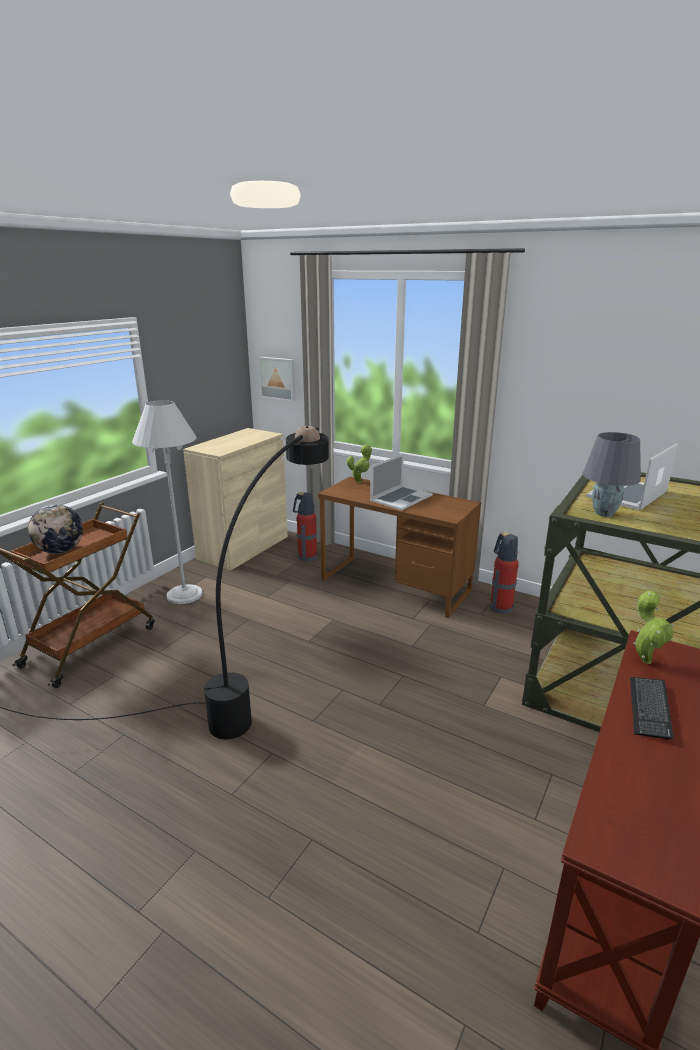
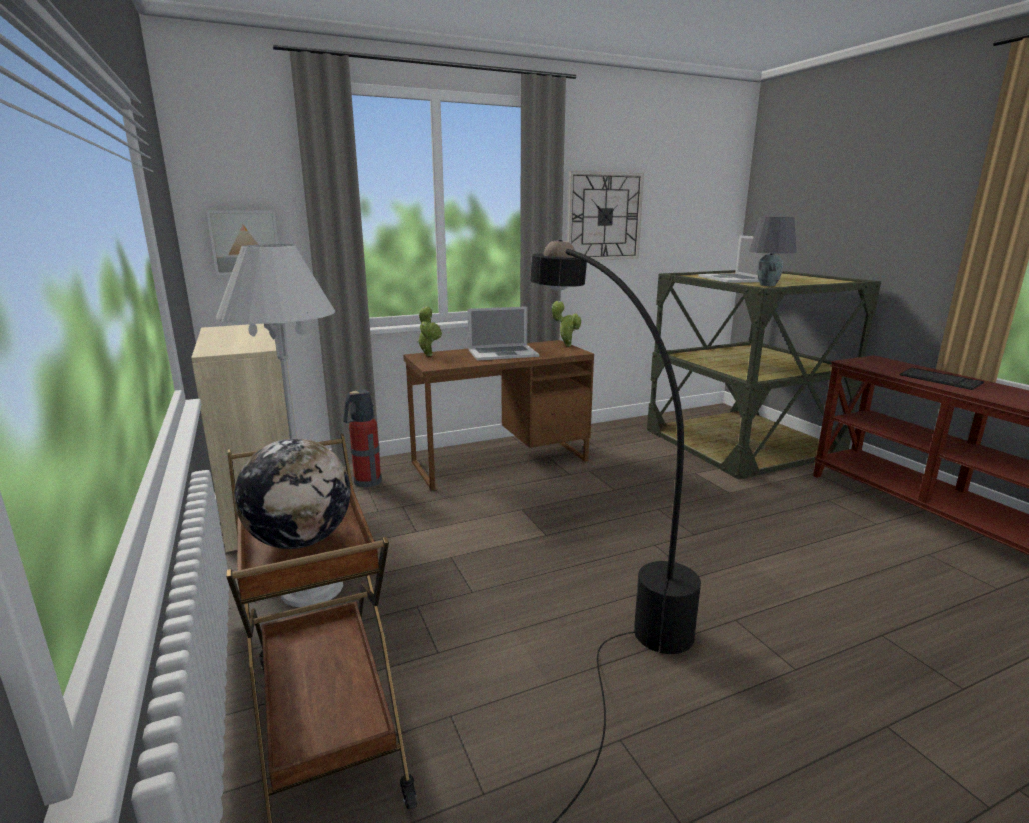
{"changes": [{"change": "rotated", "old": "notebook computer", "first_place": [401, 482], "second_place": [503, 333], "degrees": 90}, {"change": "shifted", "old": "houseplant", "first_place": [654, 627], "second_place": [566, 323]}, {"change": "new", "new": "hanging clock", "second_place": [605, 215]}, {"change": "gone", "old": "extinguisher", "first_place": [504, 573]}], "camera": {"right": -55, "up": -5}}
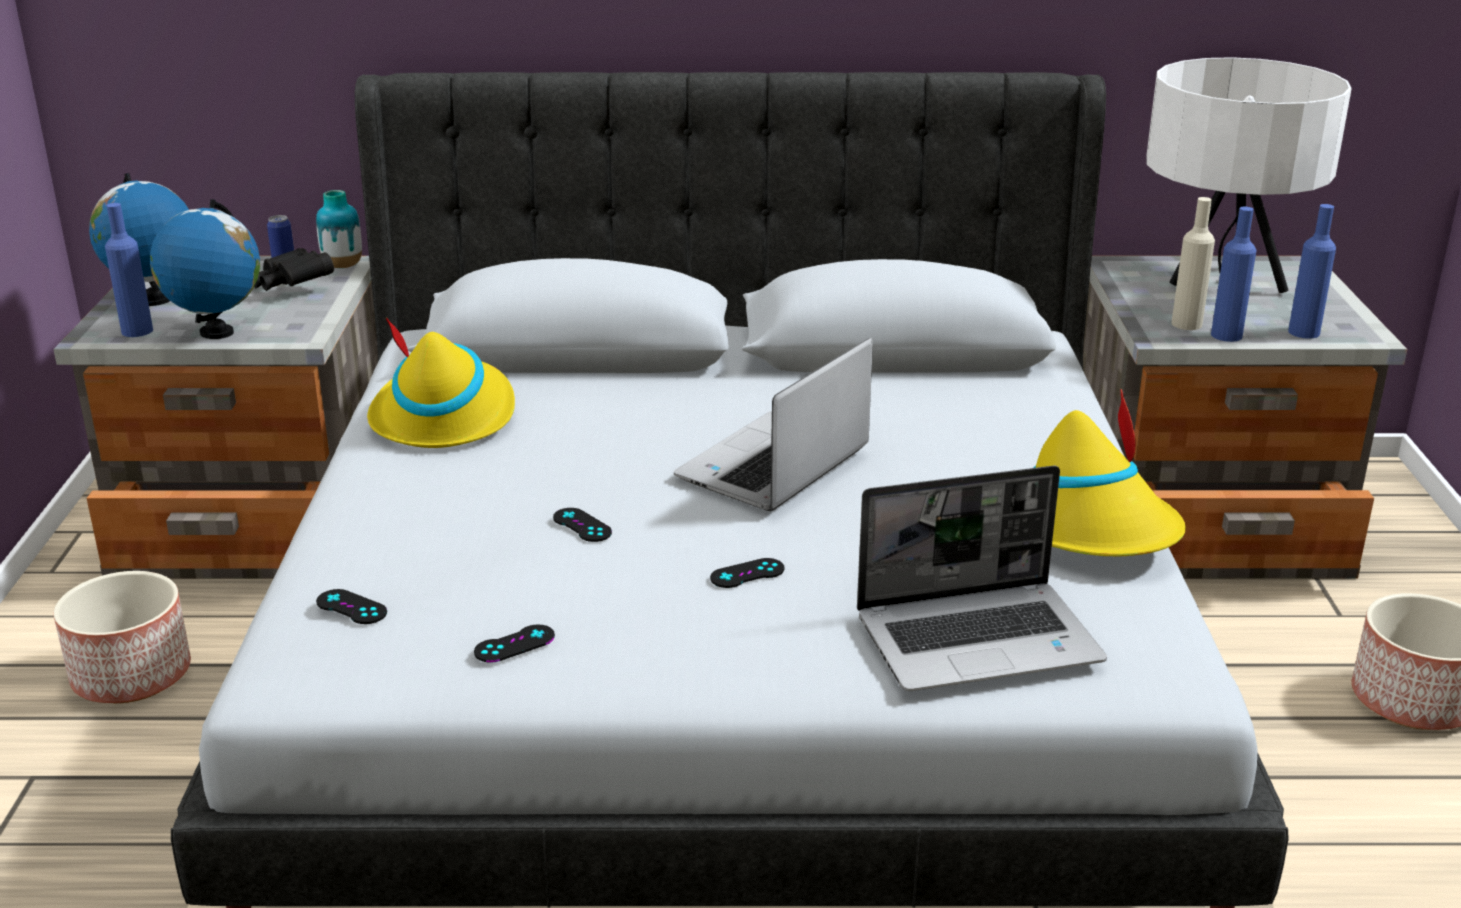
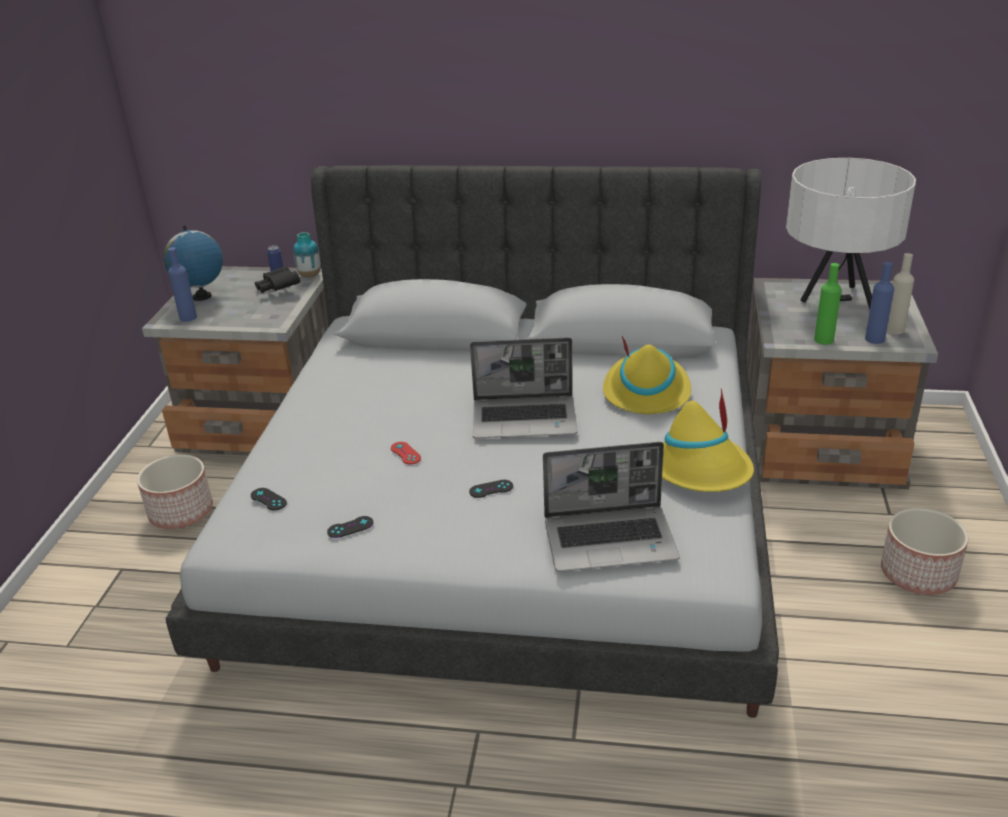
{"changes": [{"change": "repainted", "old": "black-coloured game controller", "new": "red-coloured game controller", "first_place": [582, 525], "second_place": [406, 453]}, {"change": "rotated", "old": "notebook computer", "first_place": [773, 424], "second_place": [523, 387], "degrees": -135}, {"change": "shifted", "old": "yellow-coloured hat", "first_place": [441, 383], "second_place": [647, 375]}, {"change": "repainted", "old": "blue-coloured beverage bottle", "new": "green beverage bottle", "first_place": [1234, 274], "second_place": [827, 304]}, {"change": "shifted", "old": "sand-coloured beverage bottle", "first_place": [1193, 263], "second_place": [900, 293]}, {"change": "gone", "old": "desk globe", "first_place": [205, 269]}], "camera": {"right": 10, "up": 5}}
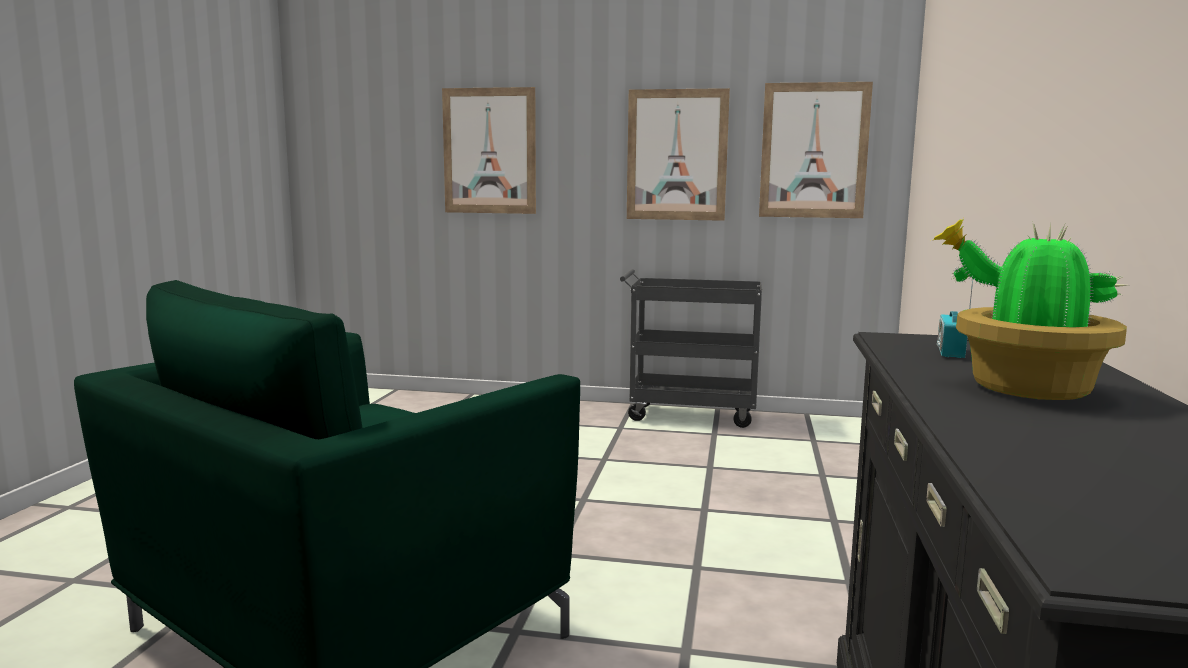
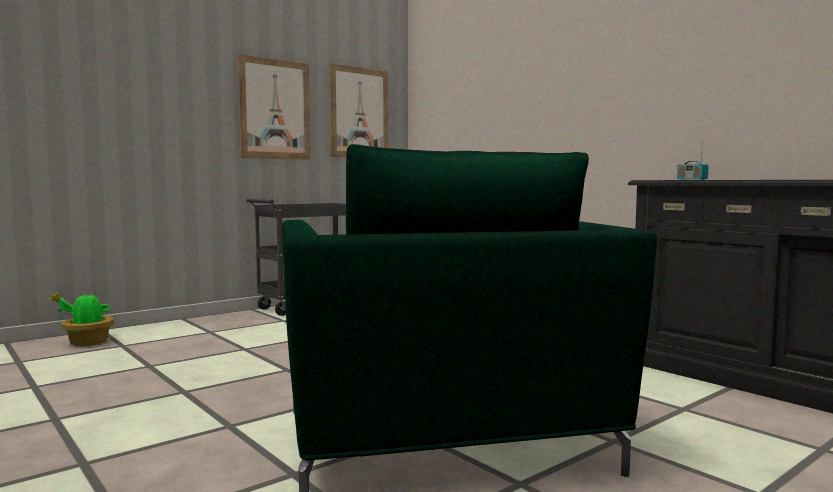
{"changes": [{"change": "shifted", "old": "houseplant", "first_place": [1028, 309], "second_place": [81, 318]}, {"change": "gone", "old": "wall picture", "first_place": [489, 150]}], "camera": {"right": -50, "up": -5}}
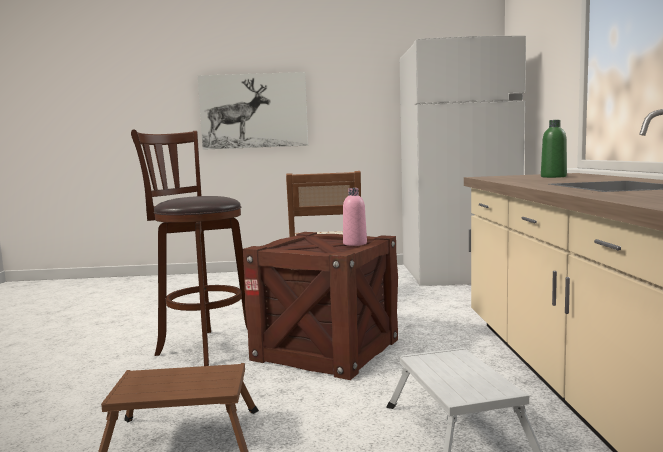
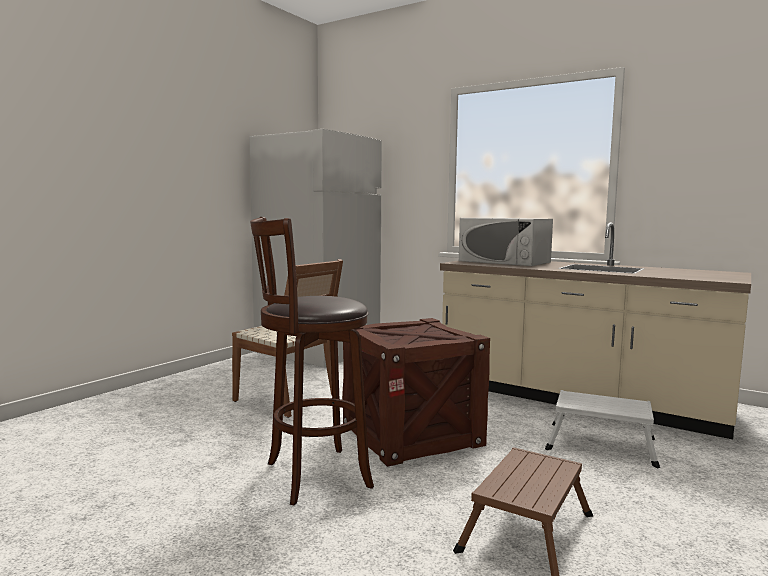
{"changes": [{"change": "swapped", "old": "green beverage bottle", "new": "white-coloured microwave", "first_place": [554, 149], "second_place": [506, 242]}, {"change": "gone", "old": "wall picture", "first_place": [253, 111]}, {"change": "gone", "old": "pinkish beverage bottle", "first_place": [355, 217]}], "camera": {"right": -55, "up": 0}}
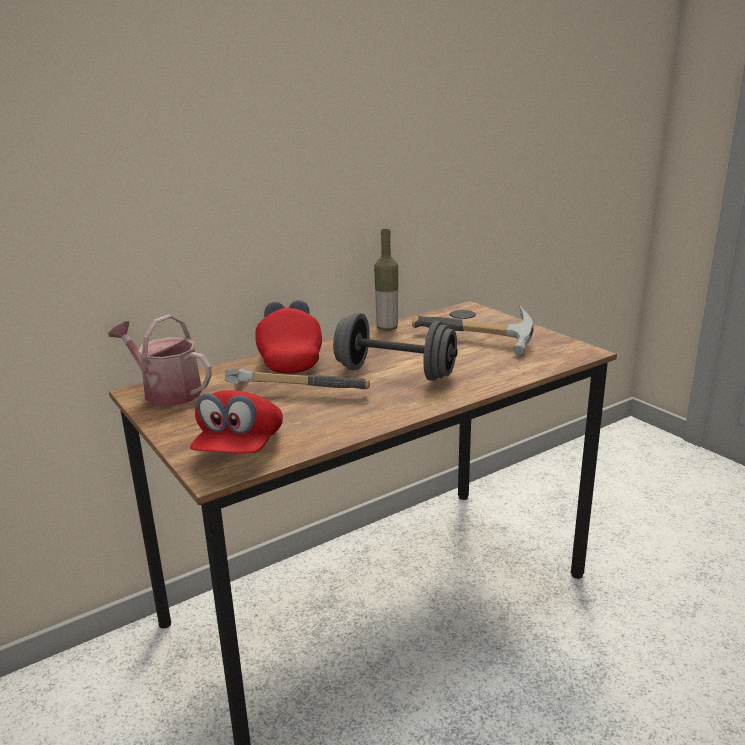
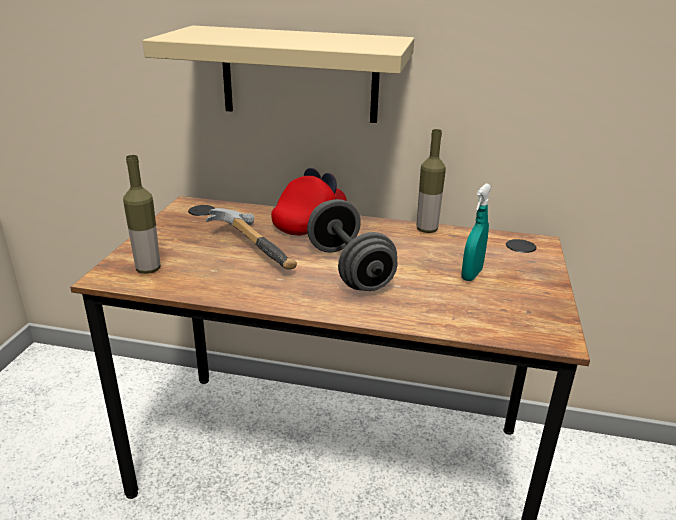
{"changes": [{"change": "swapped", "old": "red-coloured cap", "new": "beverage bottle", "first_place": [236, 421], "second_place": [142, 214]}, {"change": "new", "new": "sand-coloured shelf", "second_place": [278, 74]}, {"change": "swapped", "old": "hammer", "new": "turquoise-coloured spray bottle", "first_place": [473, 330], "second_place": [476, 232]}, {"change": "gone", "old": "watering can", "first_place": [160, 360]}], "camera": {"right": 45, "up": 5}}
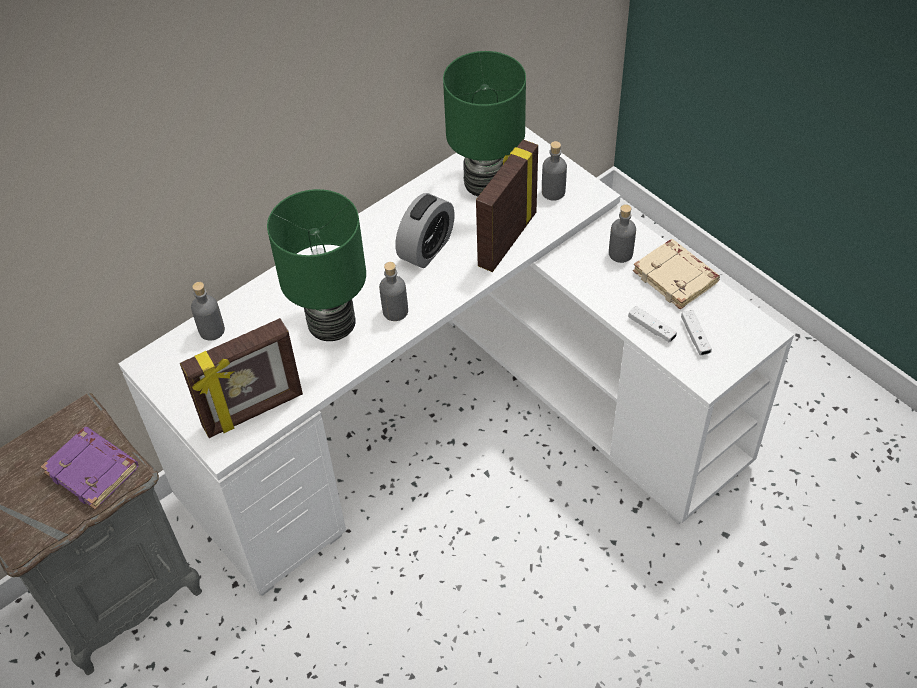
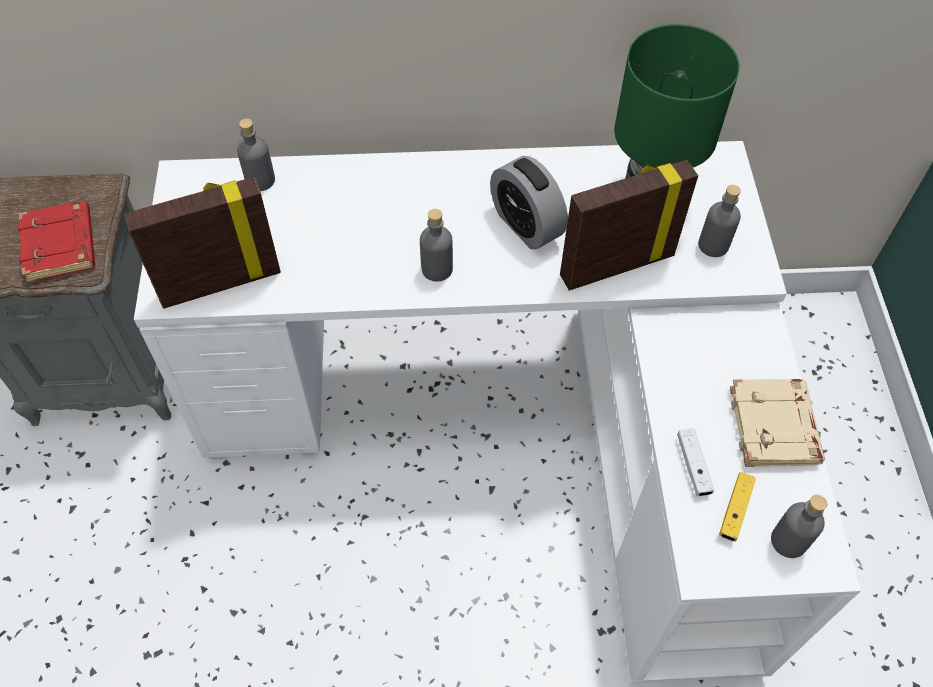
{"changes": [{"change": "repainted", "old": "purple book", "new": "red-coloured book", "first_place": [90, 468], "second_place": [56, 242]}, {"change": "rotated", "old": "photo frame", "first_place": [241, 378], "second_place": [202, 243], "degrees": 150}, {"change": "rotated", "old": "bedside clock", "first_place": [425, 230], "second_place": [529, 203], "degrees": 75}, {"change": "repainted", "old": "white-coloured game controller", "new": "yellow-coloured game controller", "first_place": [696, 332], "second_place": [737, 507]}, {"change": "shifted", "old": "gray beverage bottle", "first_place": [622, 233], "second_place": [799, 526]}, {"change": "gone", "old": "green lamp for a table", "first_place": [316, 265]}], "camera": {"right": 35, "up": 5}}
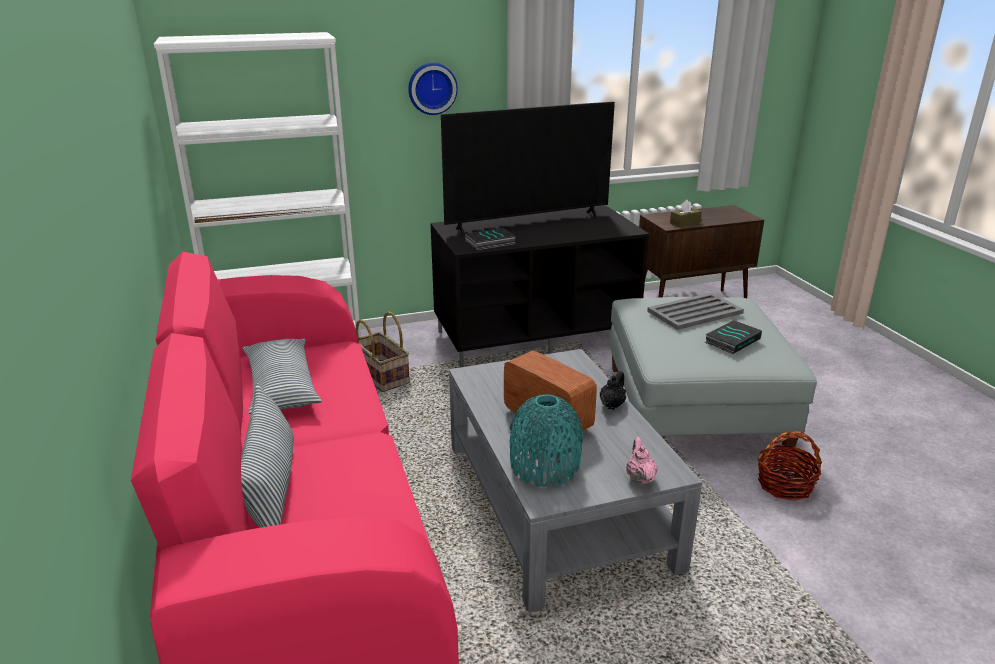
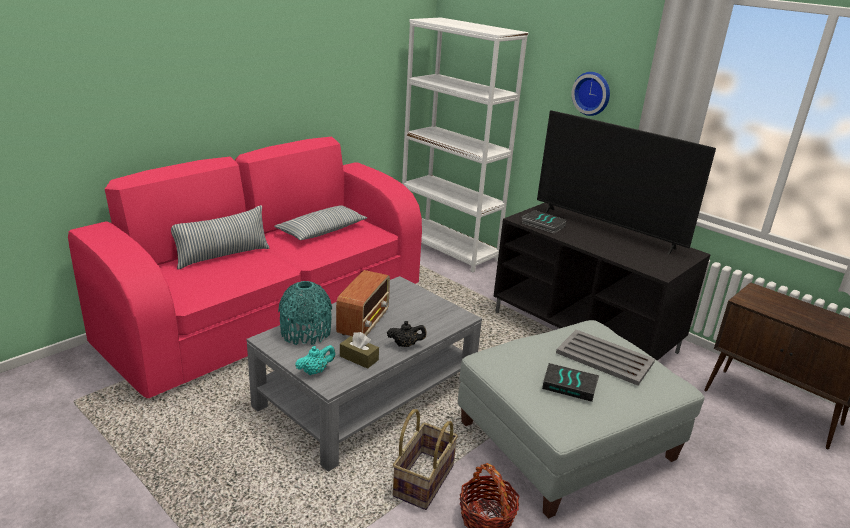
{"changes": [{"change": "repainted", "old": "pinkish tea pot", "new": "turquoise-coloured tea pot", "first_place": [642, 461], "second_place": [315, 360]}, {"change": "shifted", "old": "brownish box of tissues", "first_place": [686, 213], "second_place": [359, 350]}, {"change": "shifted", "old": "household basket", "first_place": [382, 351], "second_place": [425, 459]}], "camera": {"right": 60, "up": 0}}
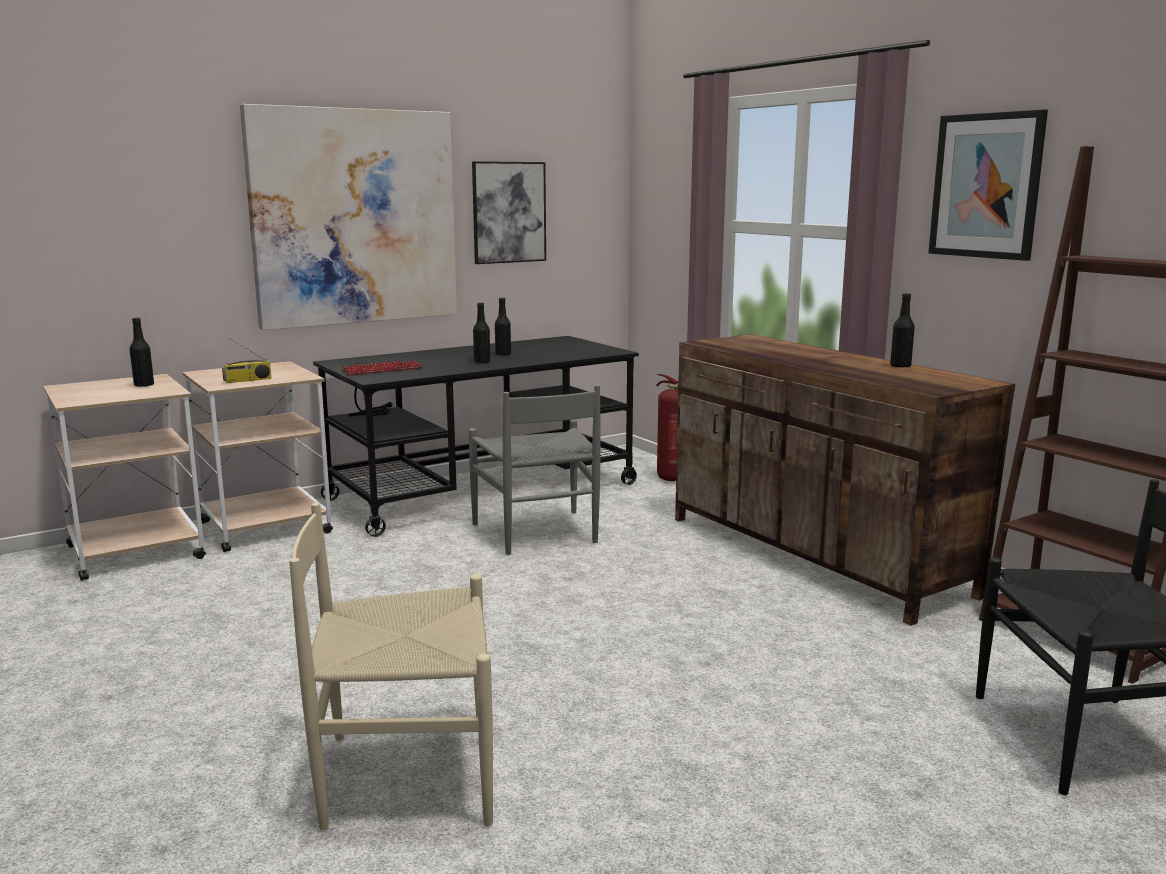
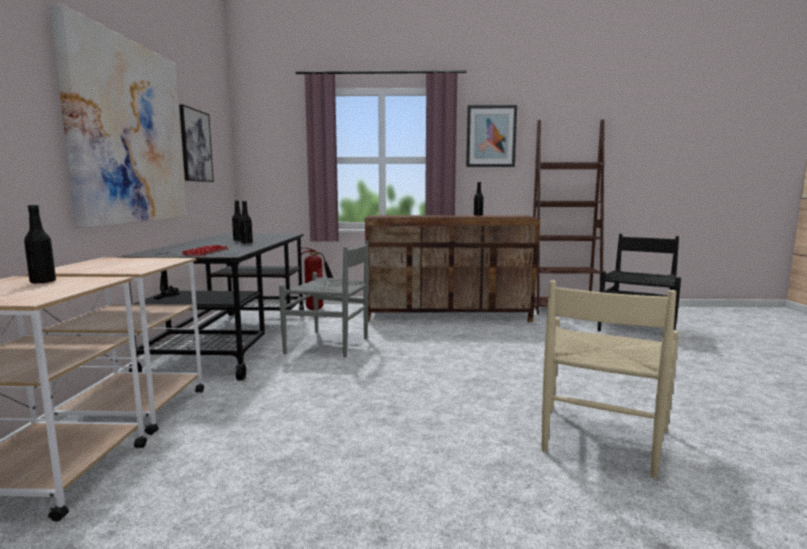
{"changes": [{"change": "gone", "old": "radio", "first_place": [246, 360]}], "camera": {"right": -55, "up": -5}}
